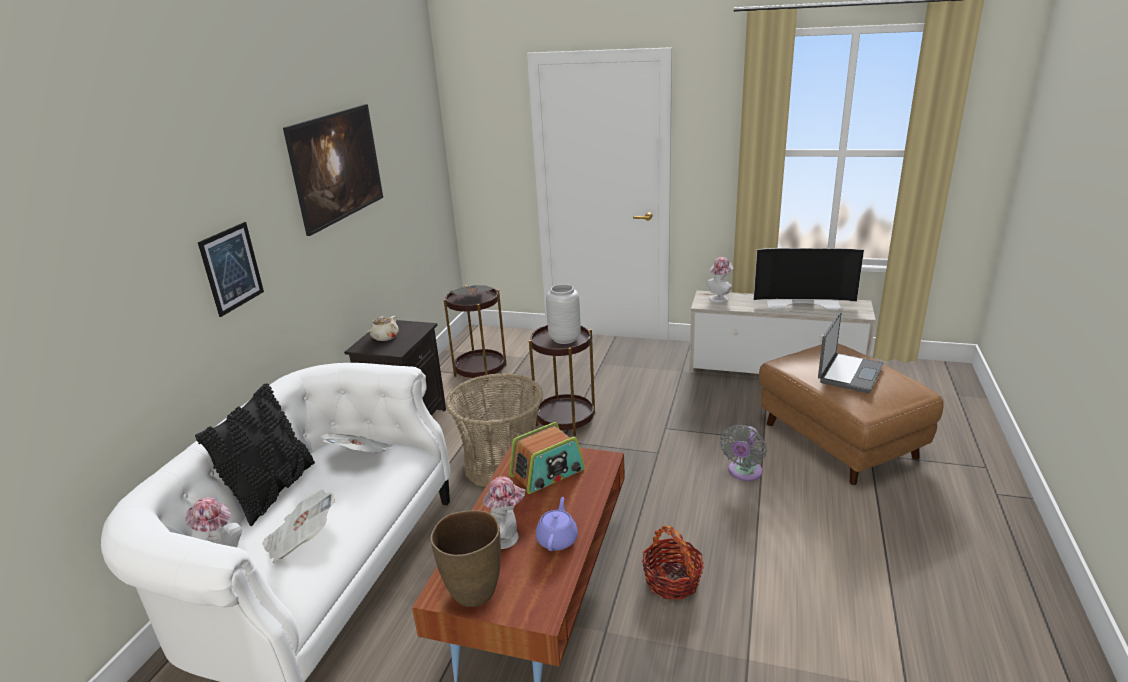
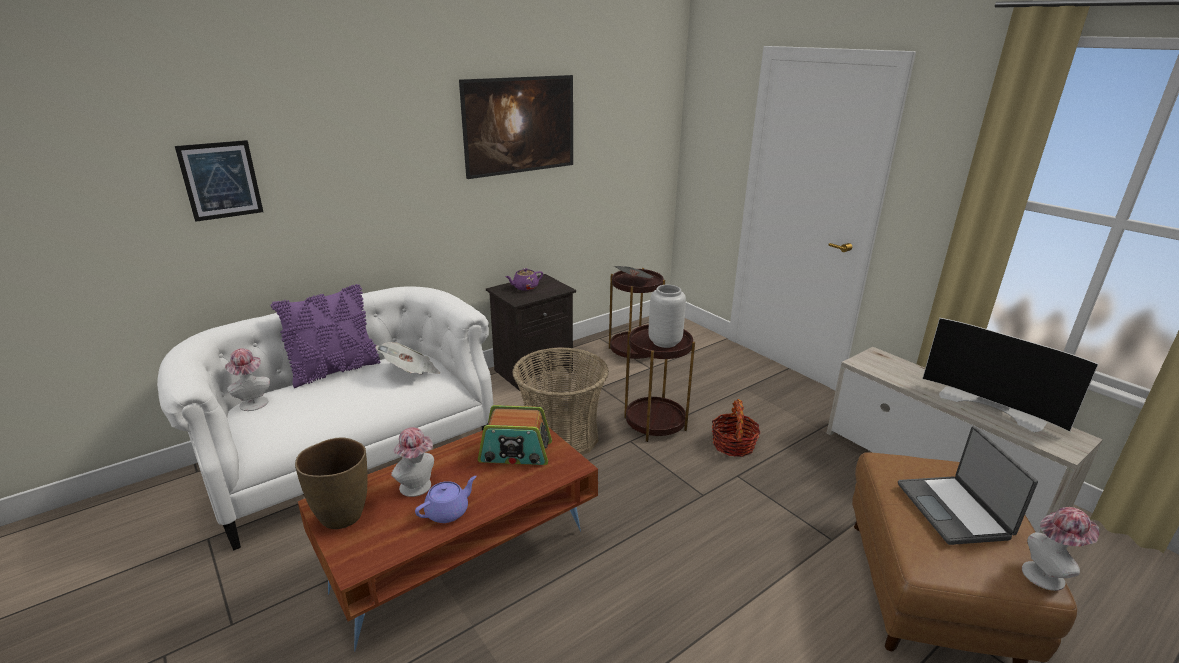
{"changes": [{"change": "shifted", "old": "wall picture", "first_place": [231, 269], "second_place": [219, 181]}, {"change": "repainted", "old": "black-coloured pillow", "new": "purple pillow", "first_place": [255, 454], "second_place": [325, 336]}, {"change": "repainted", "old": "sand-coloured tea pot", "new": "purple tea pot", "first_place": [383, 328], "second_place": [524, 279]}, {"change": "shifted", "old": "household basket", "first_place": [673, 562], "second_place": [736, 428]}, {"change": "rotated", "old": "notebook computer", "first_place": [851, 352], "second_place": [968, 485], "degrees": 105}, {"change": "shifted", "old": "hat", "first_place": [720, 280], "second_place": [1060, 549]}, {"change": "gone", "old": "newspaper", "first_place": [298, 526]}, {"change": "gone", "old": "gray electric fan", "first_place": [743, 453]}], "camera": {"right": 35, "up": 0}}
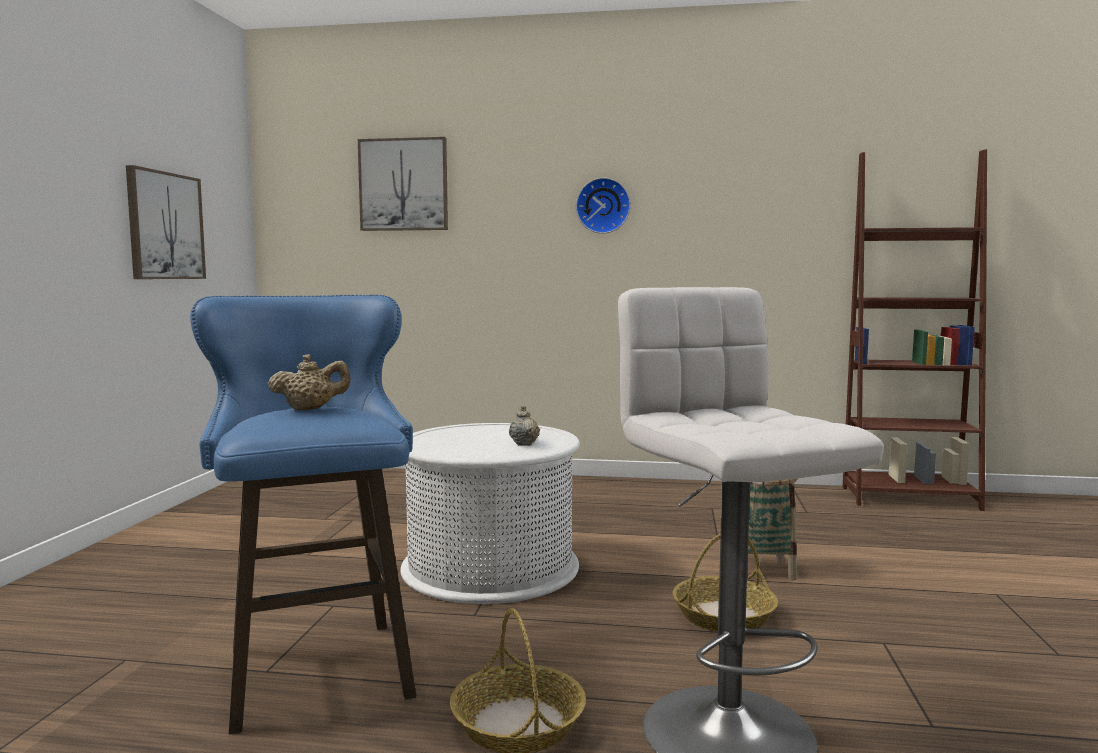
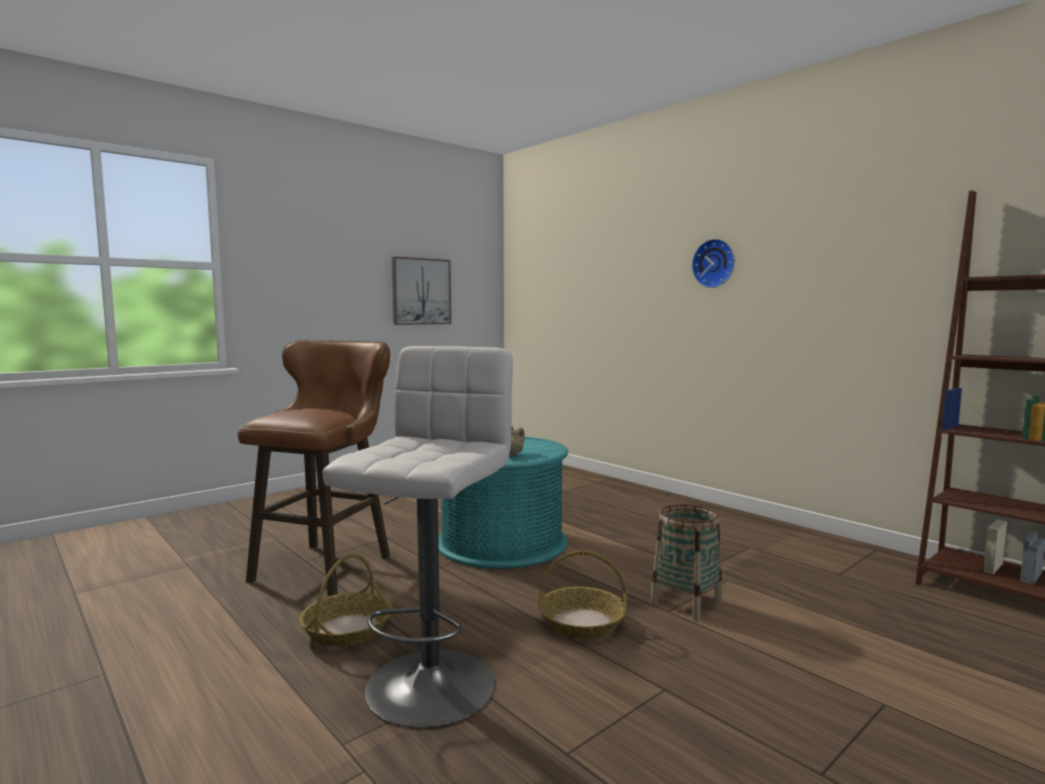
{"changes": [{"change": "repainted", "old": "blue-coloured stool seat", "new": "brownish stool seat", "first_place": [303, 514], "second_place": [314, 468]}, {"change": "repainted", "old": "white-coloured low table", "new": "turquoise-coloured low table", "first_place": [490, 513], "second_place": [503, 503]}, {"change": "gone", "old": "sand-coloured tea pot", "first_place": [309, 382]}, {"change": "gone", "old": "wall picture", "first_place": [403, 184]}], "camera": {"right": 40, "up": 0}}
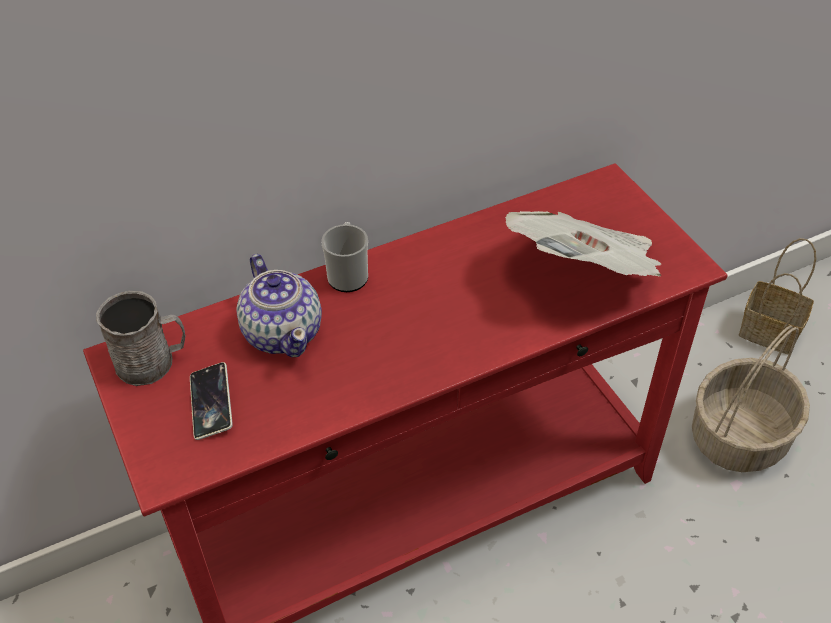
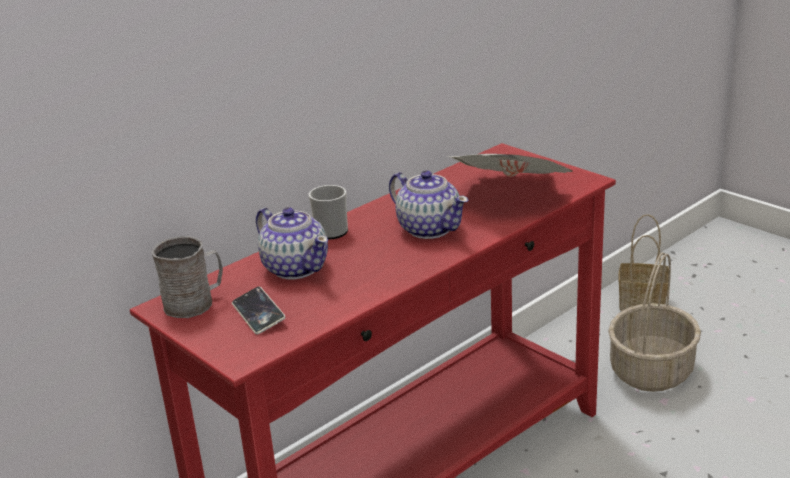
{"changes": [{"change": "new", "new": "tea pot", "second_place": [428, 205]}], "camera": {"right": -15, "up": -20}}
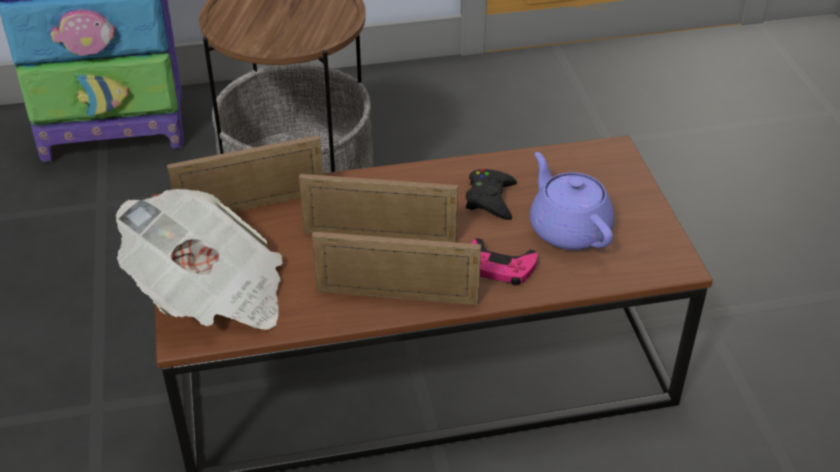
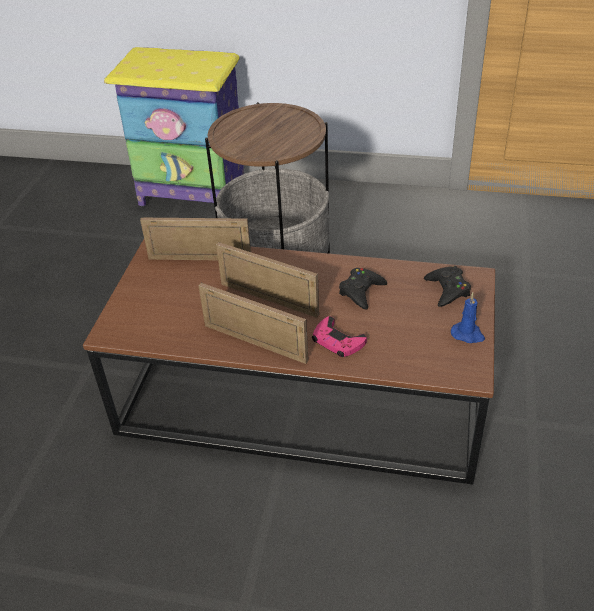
{"changes": [{"change": "new", "new": "black-coloured game controller", "second_place": [447, 286]}, {"change": "new", "new": "blue-coloured candle", "second_place": [468, 318]}, {"change": "gone", "old": "newspaper", "first_place": [199, 259]}, {"change": "gone", "old": "purple tea pot", "first_place": [572, 201]}], "camera": {"right": 25, "up": 0}}
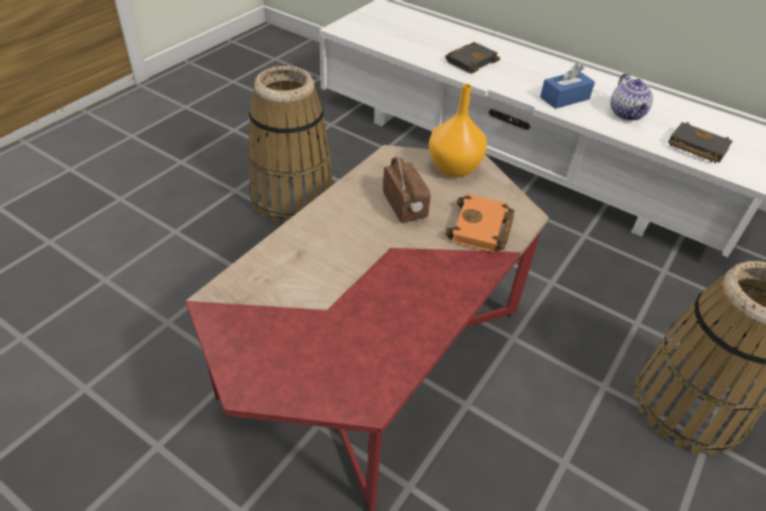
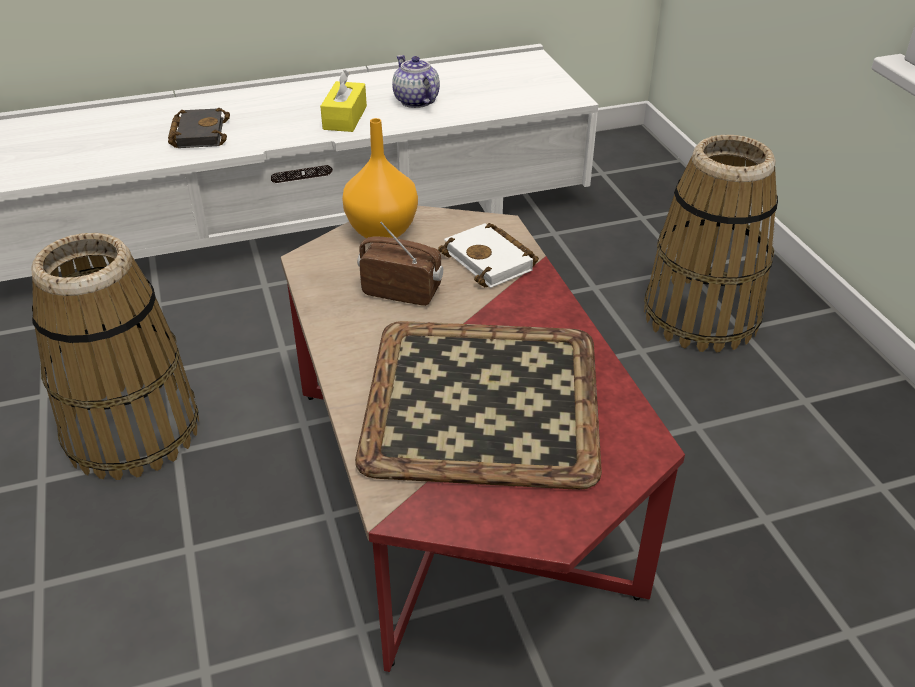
{"changes": [{"change": "repainted", "old": "blue-coloured box of tissues", "new": "yellow-coloured box of tissues", "first_place": [567, 86], "second_place": [343, 101]}, {"change": "new", "new": "carrying tray", "second_place": [478, 405]}, {"change": "rotated", "old": "tea pot", "first_place": [631, 96], "second_place": [416, 81], "degrees": -150}, {"change": "repainted", "old": "orangey book", "new": "white-coloured book", "first_place": [479, 223], "second_place": [488, 255]}, {"change": "gone", "old": "black-coloured book", "first_place": [700, 142]}], "camera": {"right": -50, "up": -5}}
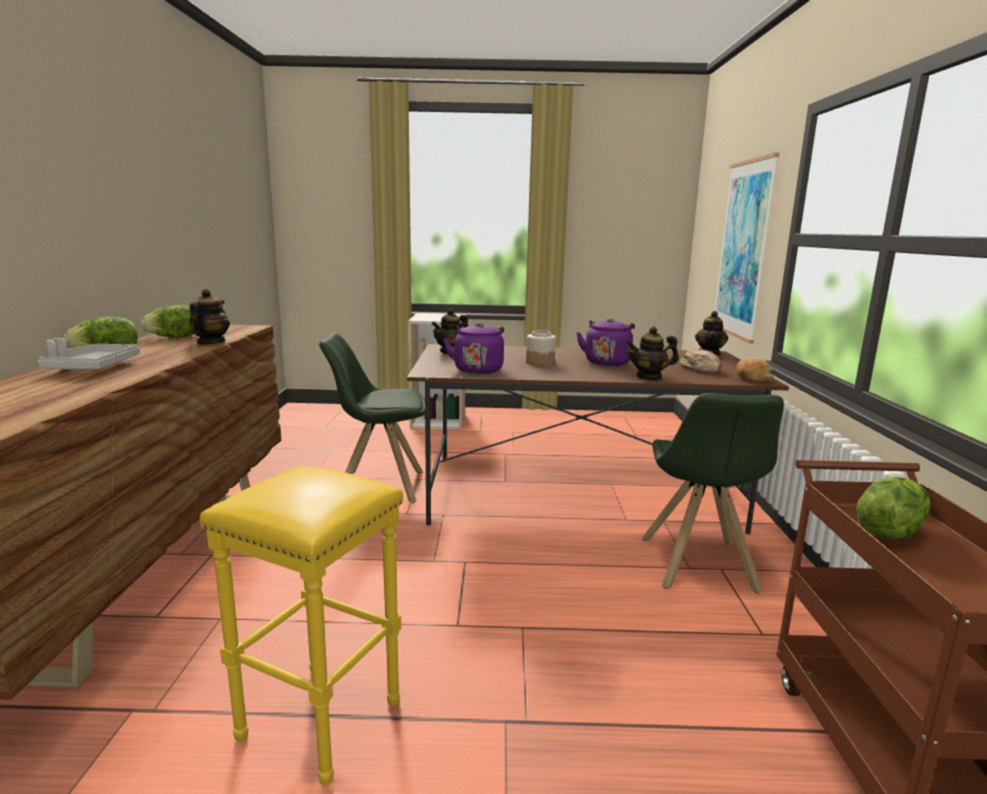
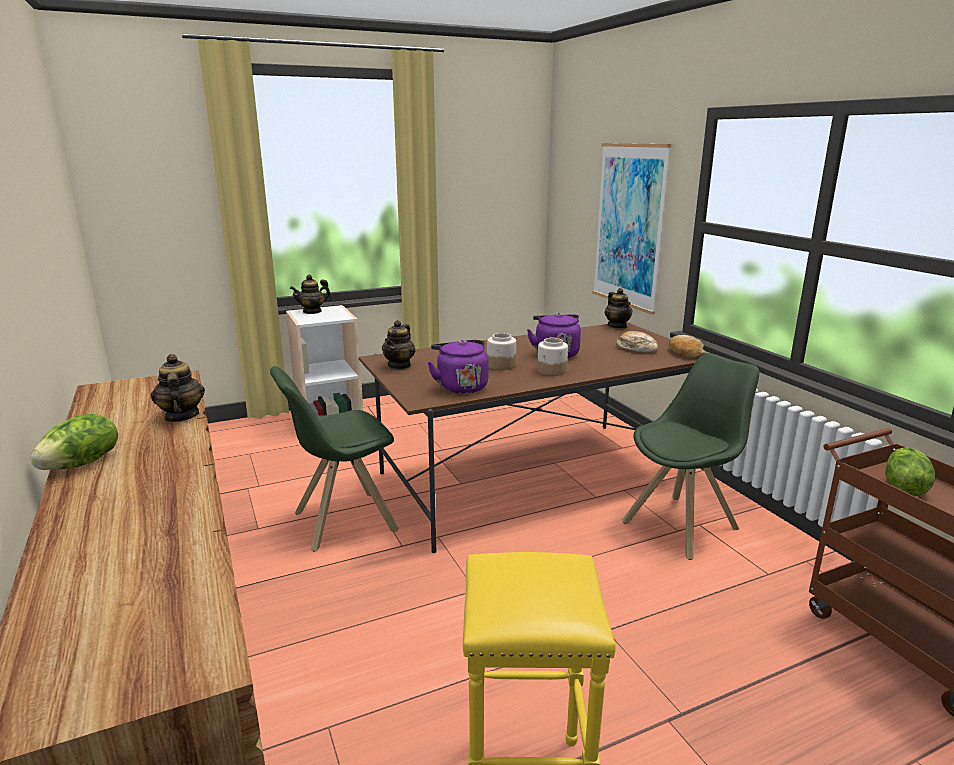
{"changes": [{"change": "shifted", "old": "tea pot", "first_place": [652, 353], "second_place": [310, 294]}, {"change": "new", "new": "preserve jar", "second_place": [552, 357]}, {"change": "rotated", "old": "green upright chair", "first_place": [712, 493], "second_place": [690, 456], "degrees": -105}, {"change": "gone", "old": "gray carrying tray", "first_place": [89, 354]}, {"change": "gone", "old": "lettuce head", "first_place": [167, 321]}], "camera": {"right": -25, "up": 5}}
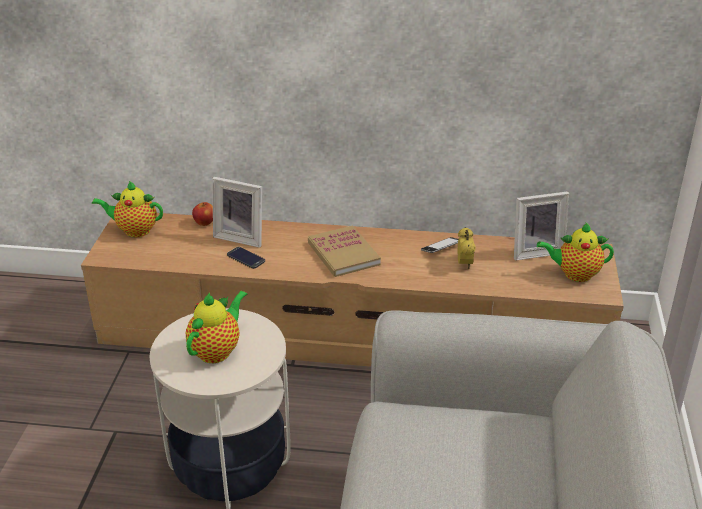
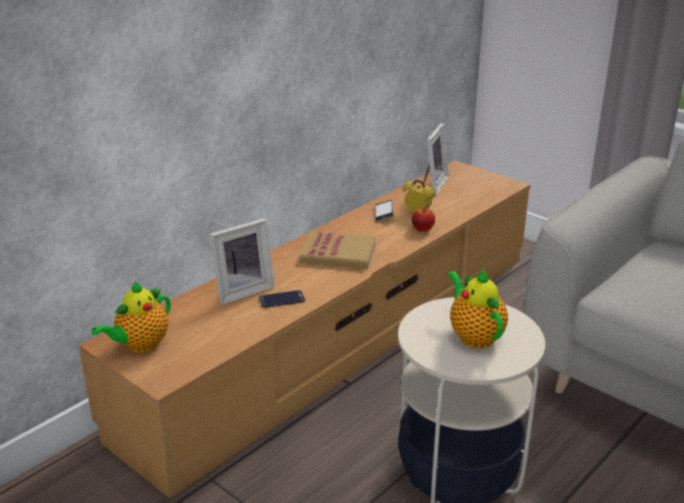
{"changes": [{"change": "shifted", "old": "apple", "first_place": [202, 214], "second_place": [423, 219]}, {"change": "gone", "old": "tea pot", "first_place": [575, 252]}], "camera": {"right": -55, "up": -5}}
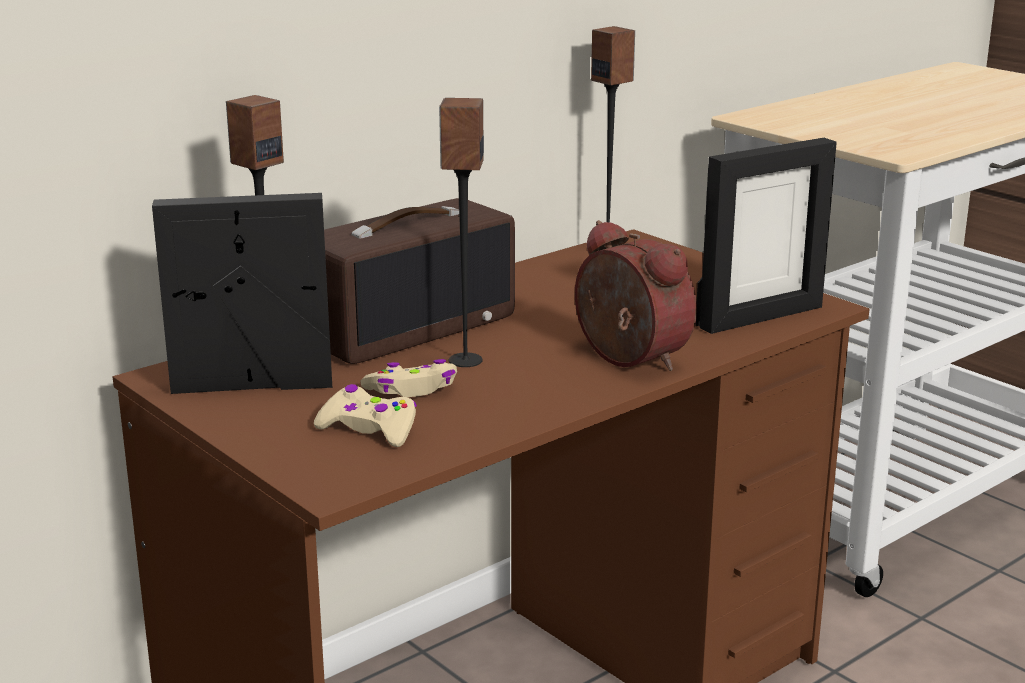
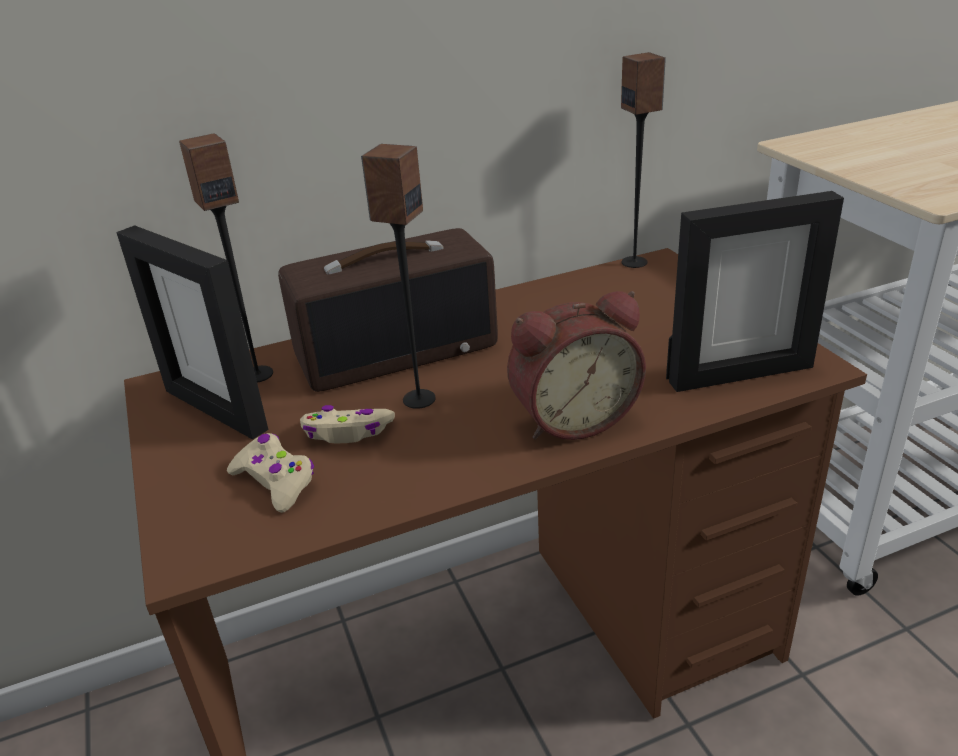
{"changes": [{"change": "rotated", "old": "photo frame", "first_place": [242, 293], "second_place": [192, 332], "degrees": -150}, {"change": "rotated", "old": "bedside clock", "first_place": [636, 295], "second_place": [576, 365], "degrees": 90}], "camera": {"right": 20, "up": 10}}
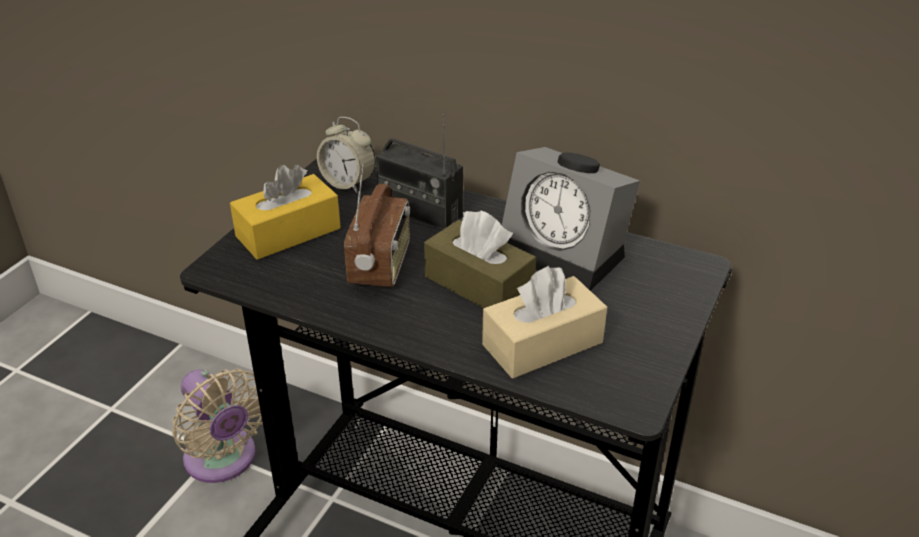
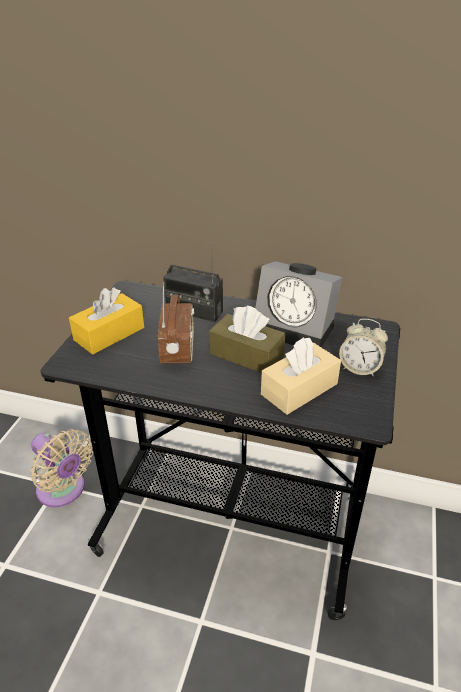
{"changes": [{"change": "shifted", "old": "bedside clock", "first_place": [346, 155], "second_place": [363, 348]}], "camera": {"right": -10, "up": 0}}
